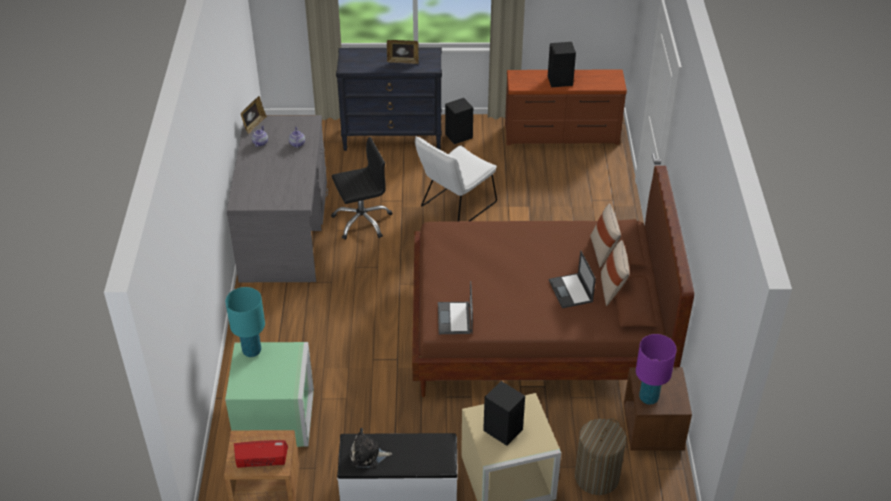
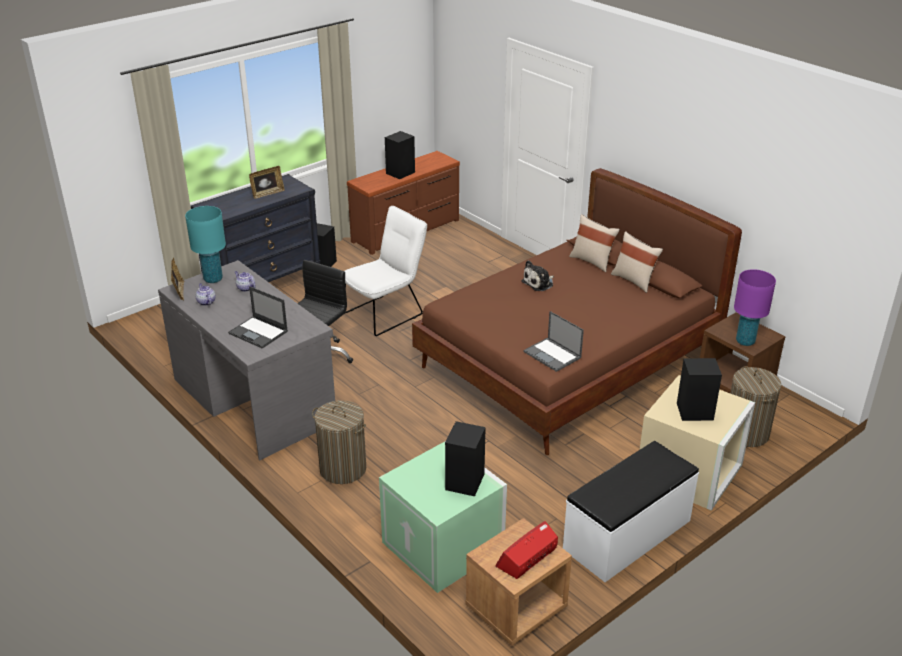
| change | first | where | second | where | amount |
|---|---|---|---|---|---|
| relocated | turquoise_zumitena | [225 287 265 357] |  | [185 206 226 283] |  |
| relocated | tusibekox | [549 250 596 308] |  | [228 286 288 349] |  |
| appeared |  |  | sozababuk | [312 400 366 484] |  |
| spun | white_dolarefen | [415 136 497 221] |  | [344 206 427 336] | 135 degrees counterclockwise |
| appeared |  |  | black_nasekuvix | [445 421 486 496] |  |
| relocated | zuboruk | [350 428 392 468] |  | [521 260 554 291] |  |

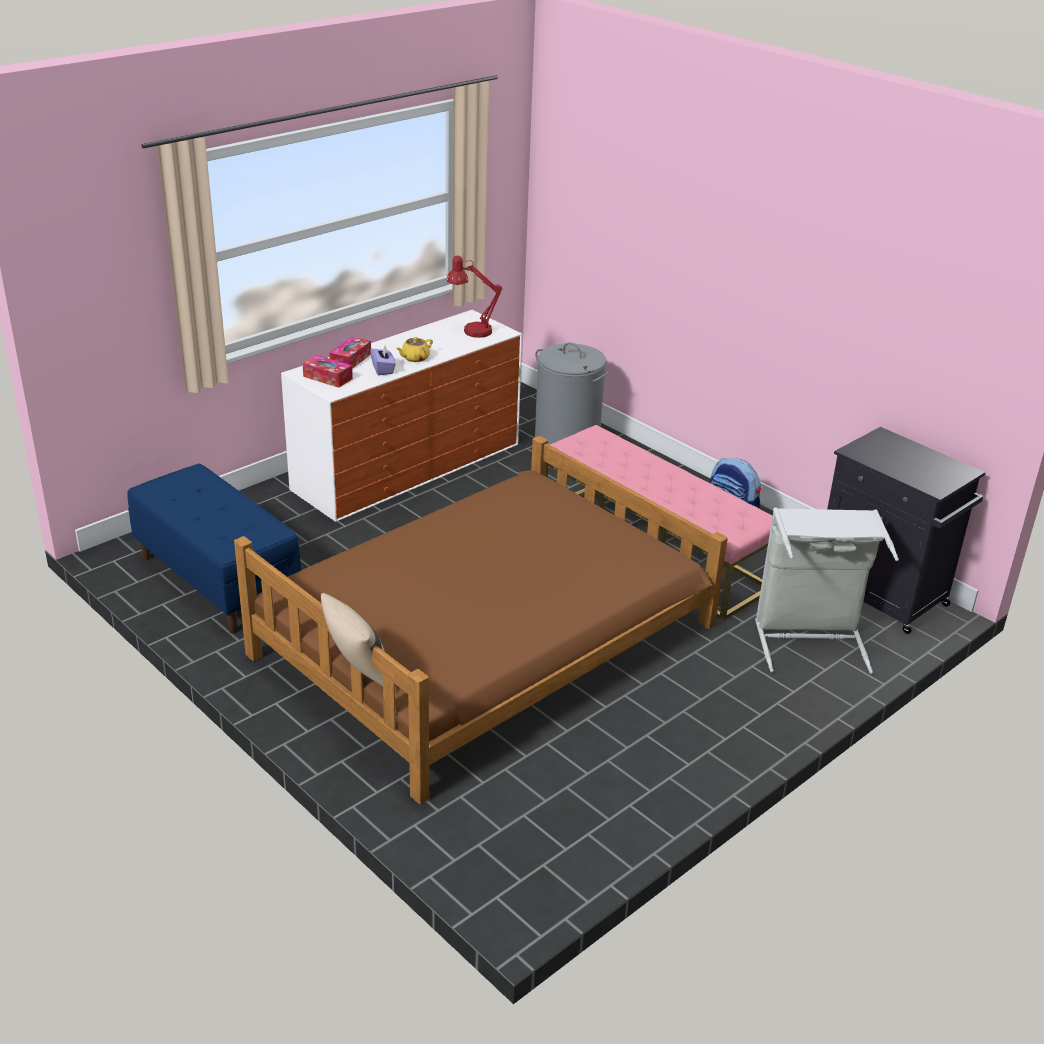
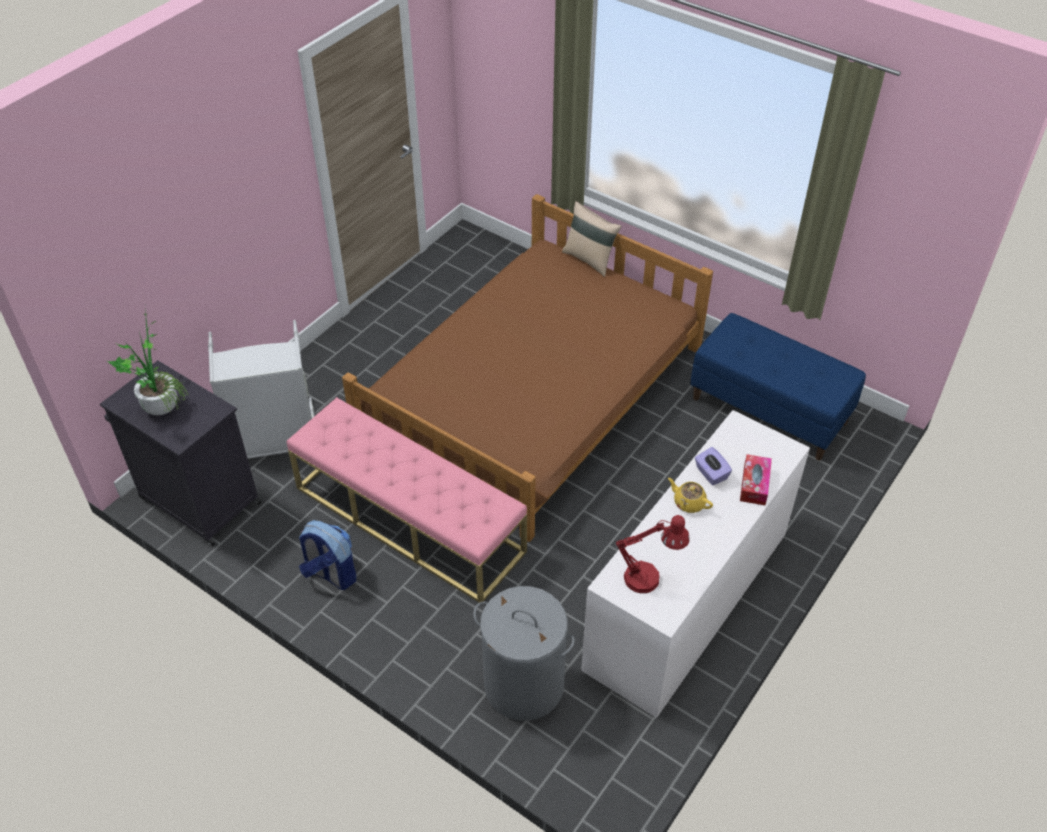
| change | first | where | second | where | amount |
|---|---|---|---|---|---|
| appeared |  |  | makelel | [107 309 189 415] |  |
| spun | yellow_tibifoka | [396 337 433 362] |  | [668 478 713 513] | 90 degrees counterclockwise |
| missing | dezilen | [302 355 353 388] |  |  |  |

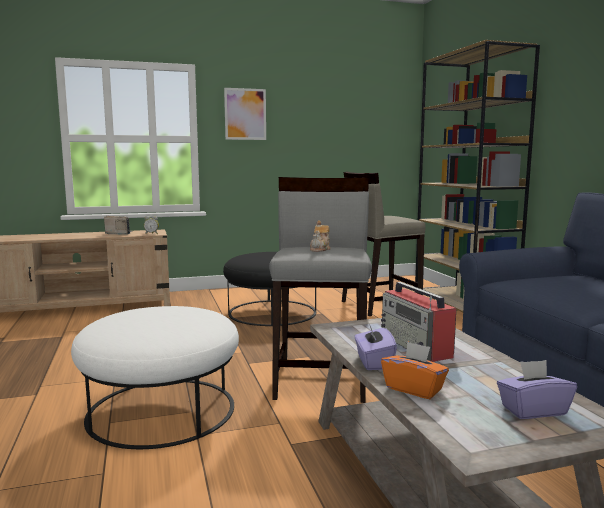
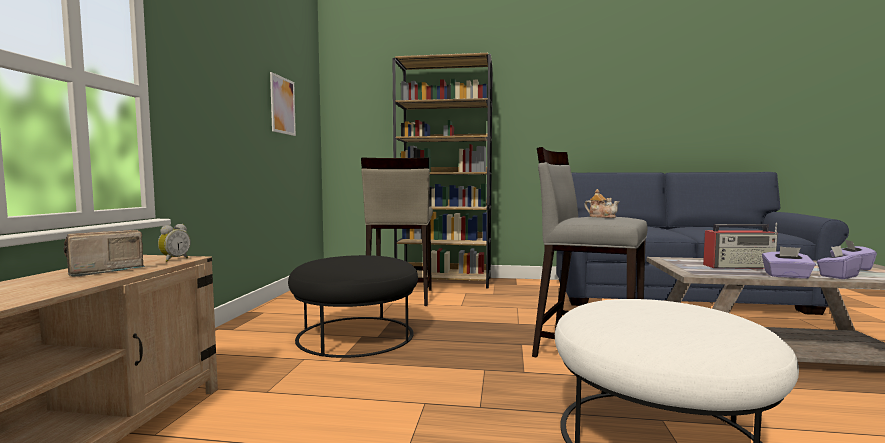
| change | first | where | second | where | amount |
|---|---|---|---|---|---|
| relocated | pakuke | [224 88 266 140] |  | [270 72 296 136] |  |
| colour | orange_dezilen | [381 341 449 399] | purple_dezilen | [817 246 863 279] |  |

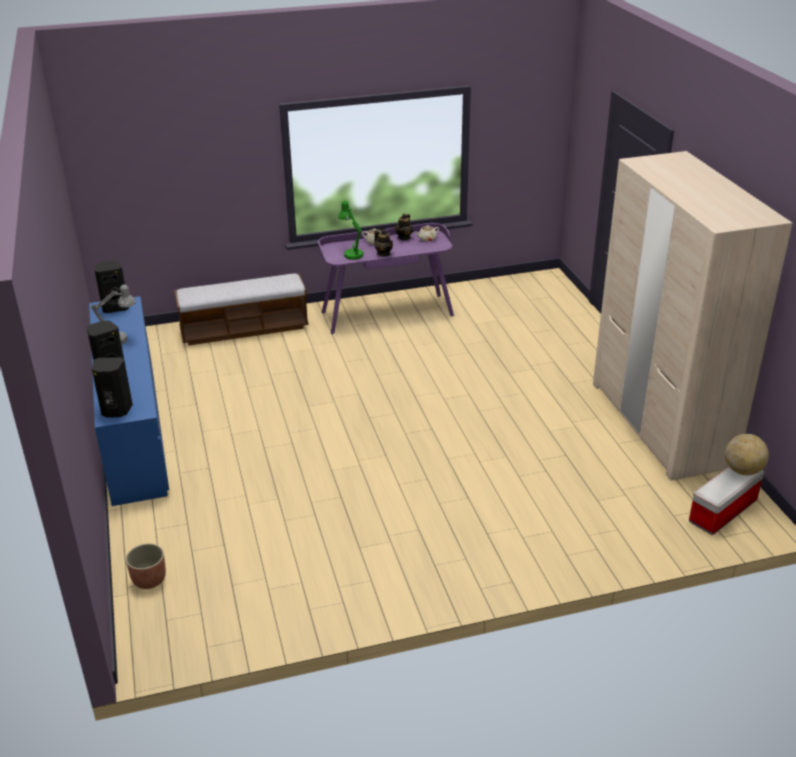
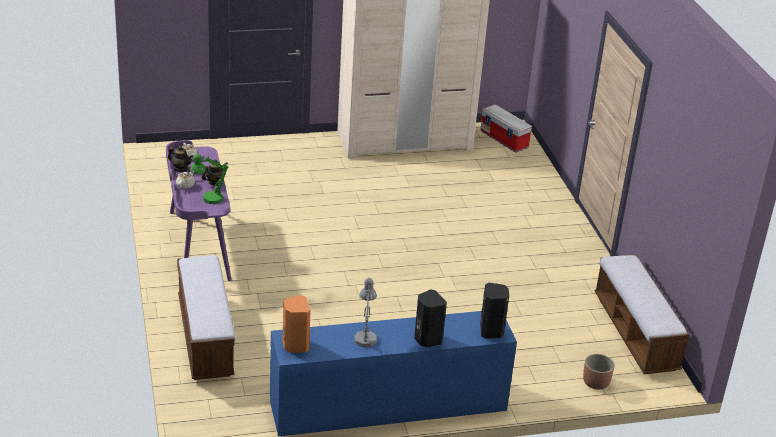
| change | first | where | second | where | amount |
|---|---|---|---|---|---|
| colour | black_nasekuvix | [95 260 129 313] | orange_nasekuvix | [283 295 311 353] |  |
| appeared |  |  | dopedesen | [595 255 690 374] |  |
| missing | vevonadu | [725 434 769 475] |  |  |  |

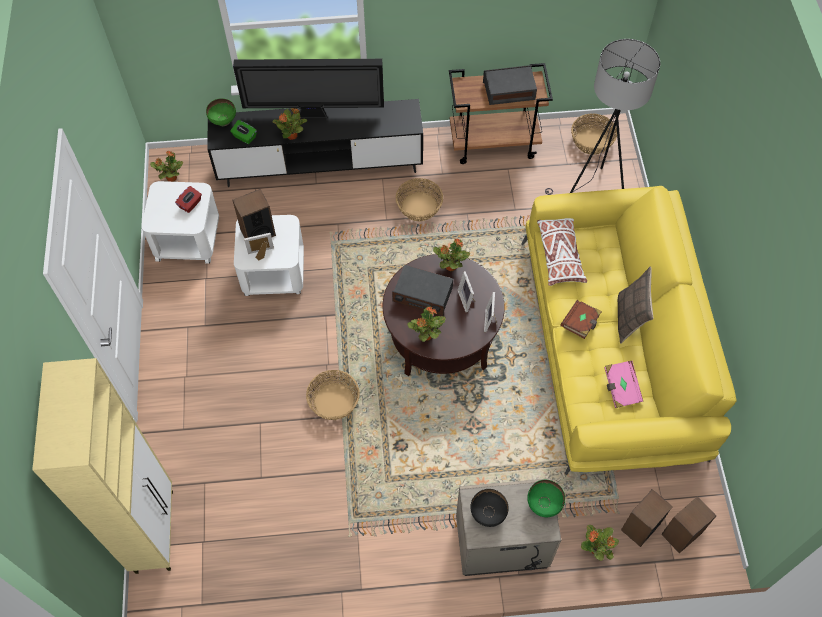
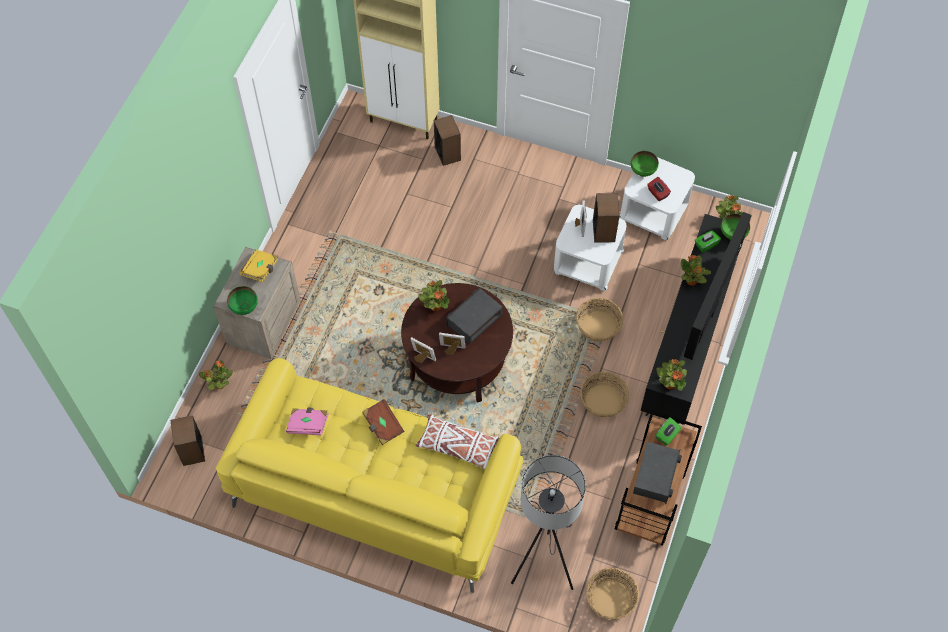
| change | first | where | second | where | amount |
|---|---|---|---|---|---|
| exchanged | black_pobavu | [470 489 509 527] | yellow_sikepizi | [240 250 278 282] |  |
| relocated | nasekuvix | [621 489 673 547] |  | [434 115 461 166] |  |
| relocated | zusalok | [306 370 360 420] |  | [576 298 623 342] |  |
| appeared |  |  | green_pobavu | [631 151 659 177] |  |
| appeared |  |  | green_dezilen | [656 417 681 446] |  |
| relocated | makelel | [433 238 470 271] |  | [657 359 687 391] |  |
| missing | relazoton | [618 267 653 344] |  |  |  |

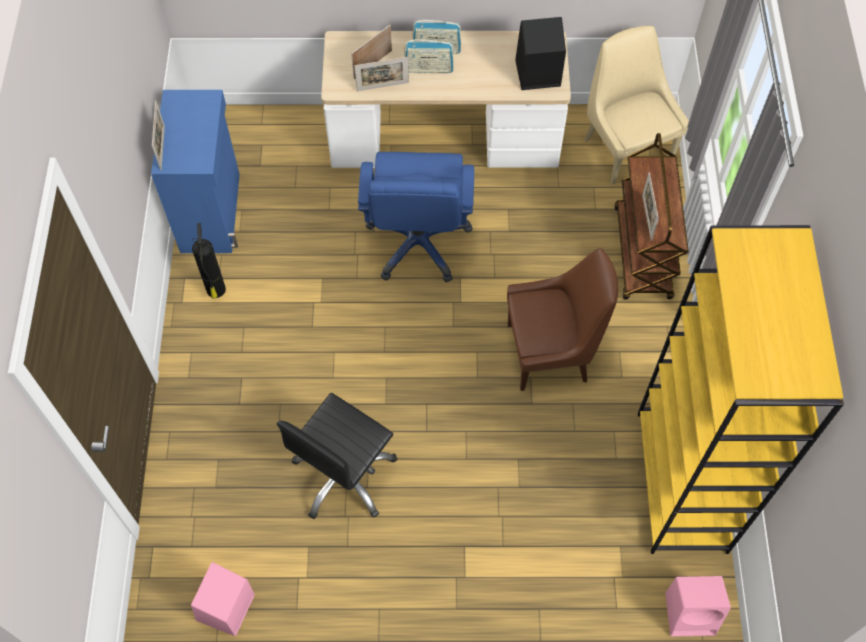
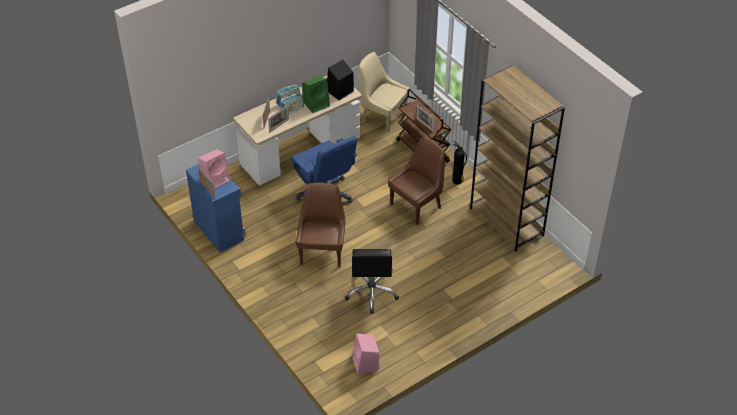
| change | first | where | second | where | amount |
|---|---|---|---|---|---|
| relocated | pink_nasekuvix | [665 576 731 637] |  | [198 149 230 188] |  |
| appeared |  |  | brown_dolarefen | [296 182 345 267] |  |
| appeared |  |  | green_nasekuvix | [302 76 330 113] |  |
| relocated | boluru | [192 223 226 299] |  | [452 141 467 185] |  |
| colour | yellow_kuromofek | [638 225 844 554] | brown_kuromofek | [470 65 565 252] |  |

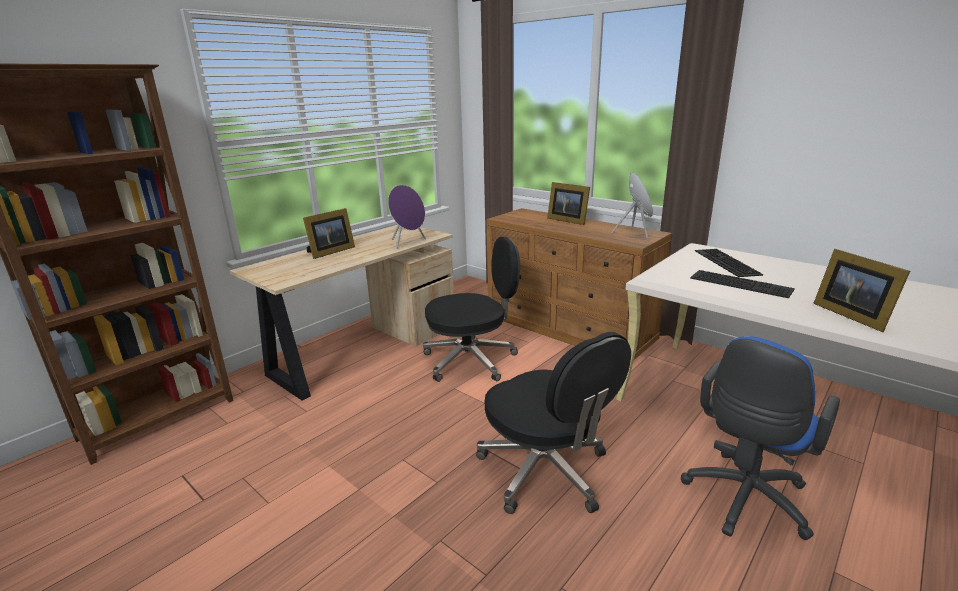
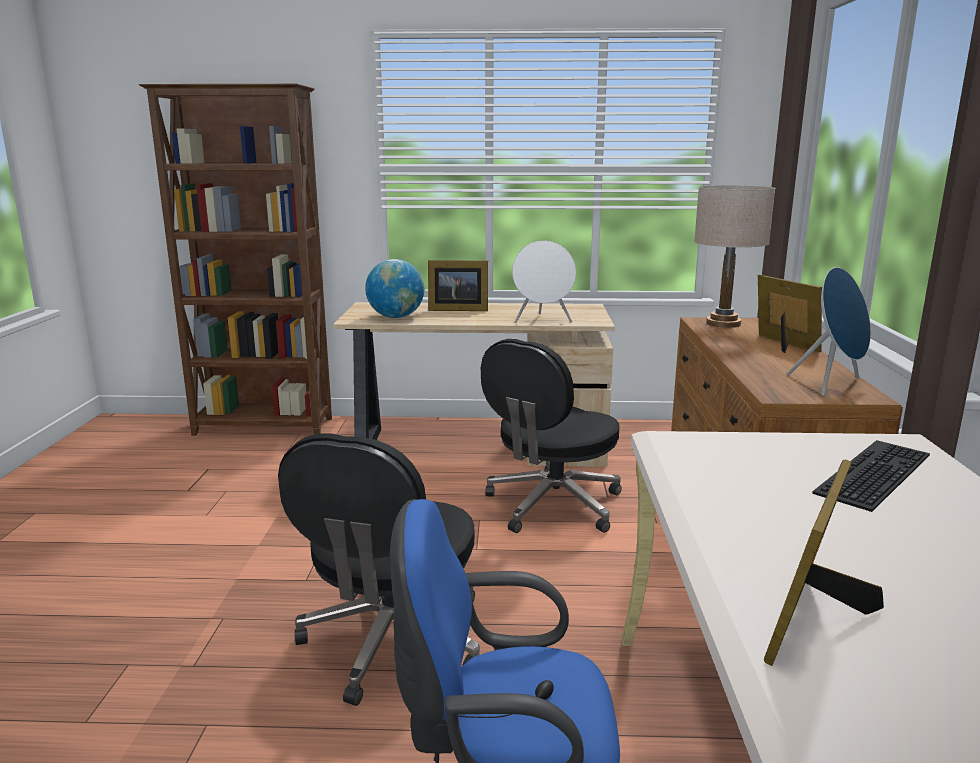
| change | first | where | second | where | amount |
|---|---|---|---|---|---|
| appeared |  |  | vevonadu | [365 259 424 318] |  |
| spun | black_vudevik | [423 237 520 382] |  | [481 339 622 533] | 90 degrees clockwise |
| colour | purple_nasekuvix | [388 185 426 249] | white_nasekuvix | [512 240 576 323] |  |
| appeared |  |  | beige_zumitena | [694 185 776 328] |  |
| spun | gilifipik | [547 182 590 225] |  | [758 275 822 353] | 150 degrees clockwise |
| missing | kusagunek | [690 270 795 298] |  |  |  |

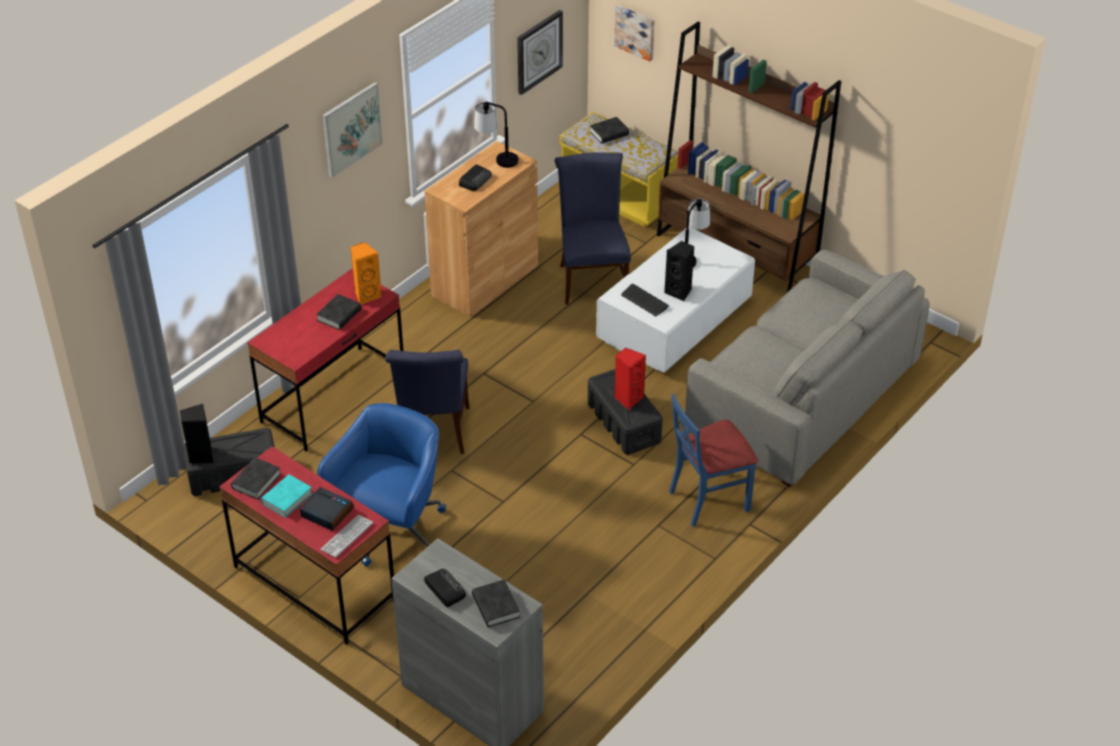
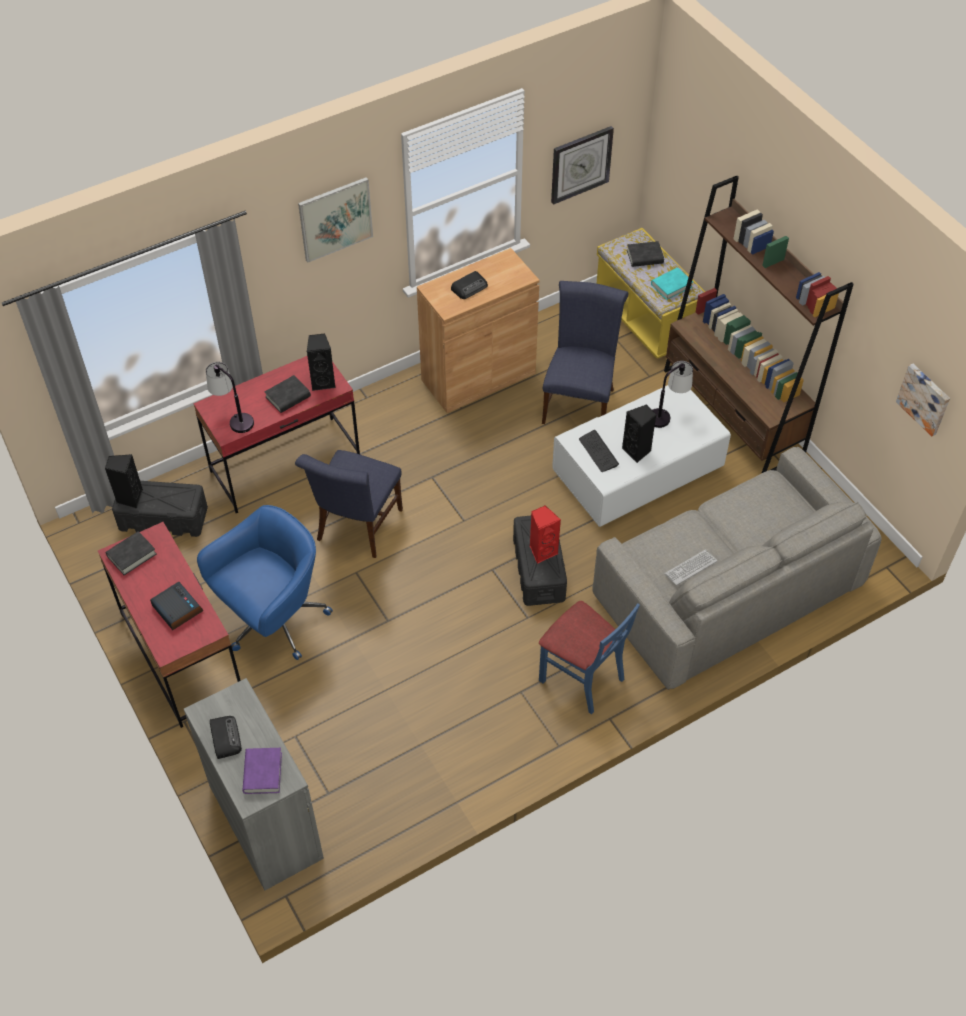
| change | first | where | second | where | amount |
|---|---|---|---|---|---|
| relocated | zumitena | [474 102 519 168] |  | [206 362 254 433] |  |
| colour | black_sikepizi | [472 579 520 627] | purple_sikepizi | [243 748 282 794] |  |
| colour | orange_nasekuvix | [350 242 382 304] | black_nasekuvix | [307 333 336 391] |  |
| spun | blue_dolarefen | [669 394 758 527] |  | [539 601 640 714] | 135 degrees counterclockwise |
| relocated | turquoise_sikepizi | [261 474 313 518] |  | [651 268 693 300] |  |
| relocated | kusagunek | [320 515 373 558] |  | [664 550 717 586] |  |
| relocated | pakuke | [614 5 655 61] |  | [896 364 950 436] |  |

